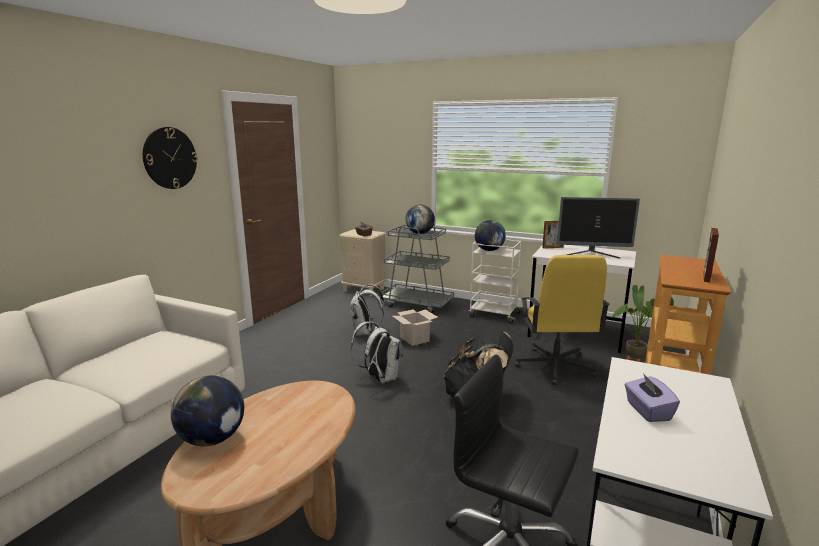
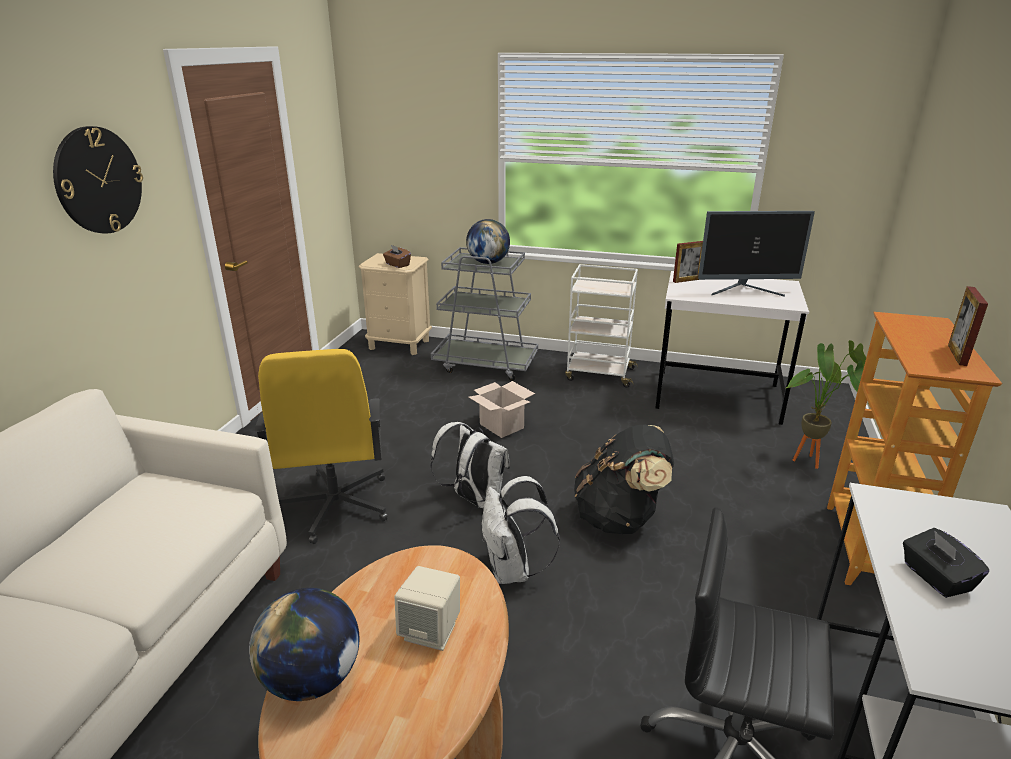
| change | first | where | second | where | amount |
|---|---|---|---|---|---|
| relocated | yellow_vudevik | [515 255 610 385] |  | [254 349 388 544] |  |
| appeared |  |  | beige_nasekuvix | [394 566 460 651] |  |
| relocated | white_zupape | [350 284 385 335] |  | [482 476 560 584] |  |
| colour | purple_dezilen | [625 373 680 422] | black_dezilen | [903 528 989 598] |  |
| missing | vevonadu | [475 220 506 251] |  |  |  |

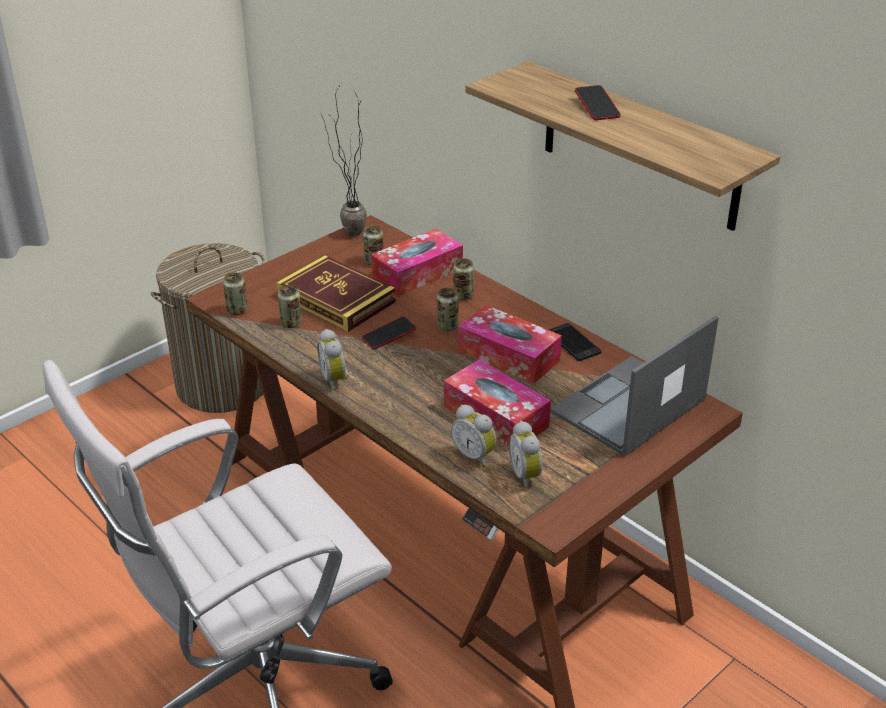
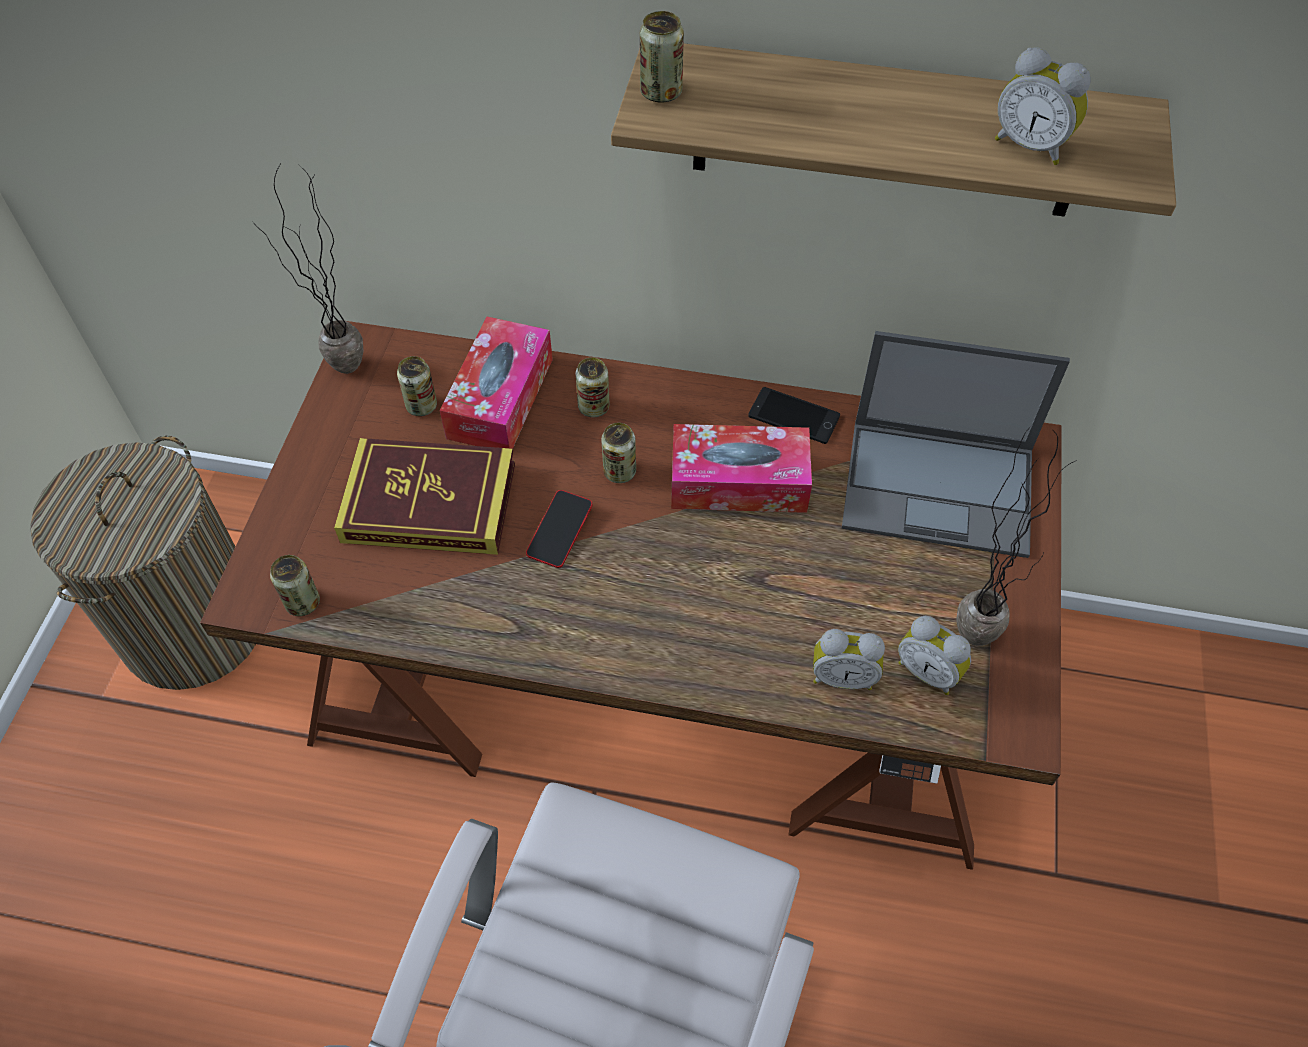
| change | first | where | second | where | amount |
|---|---|---|---|---|---|
| relocated | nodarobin | [278 285 302 328] |  | [640 11 684 103] |  |
| spun | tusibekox | [550 316 719 456] |  | [842 331 1070 558] | 90 degrees counterclockwise |
| appeared |  |  | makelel | [956 426 1077 646] |  |
| relocated | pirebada | [317 329 347 391] |  | [995 47 1091 165] |  |
| missing | dezilen | [444 360 551 447] |  |  |  |
| missing | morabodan | [575 85 621 120] |  |  |  |

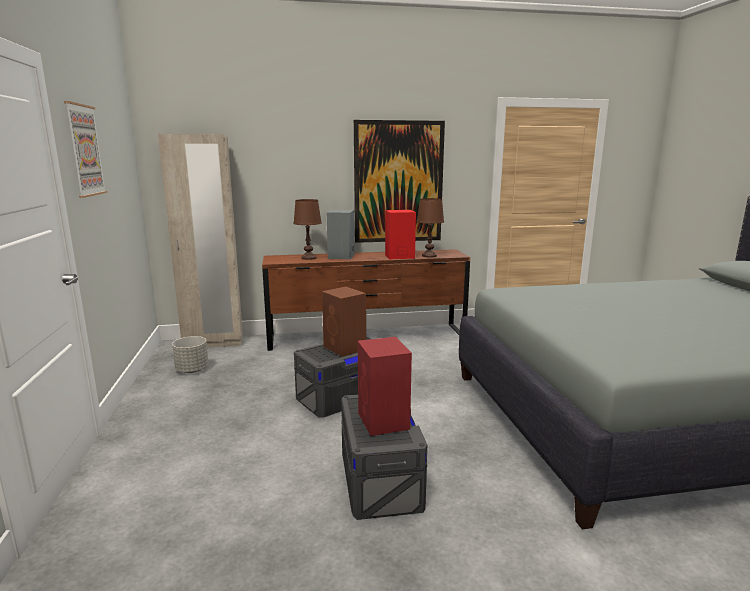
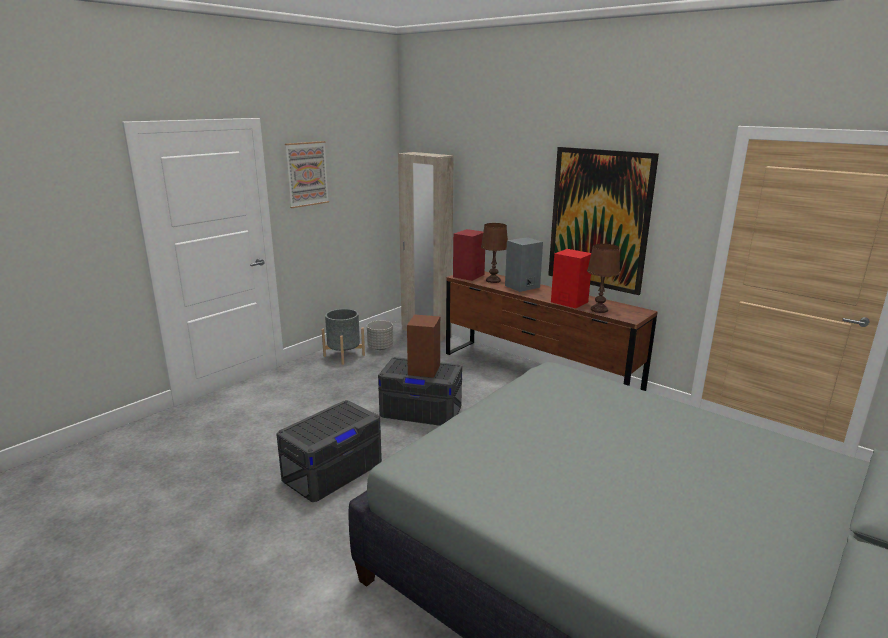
| change | first | where | second | where | amount |
|---|---|---|---|---|---|
| appeared |  |  | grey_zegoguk | [321 309 365 365] |  |
| relocated | red_nasekuvix | [358 337 412 436] |  | [453 229 485 281] |  |

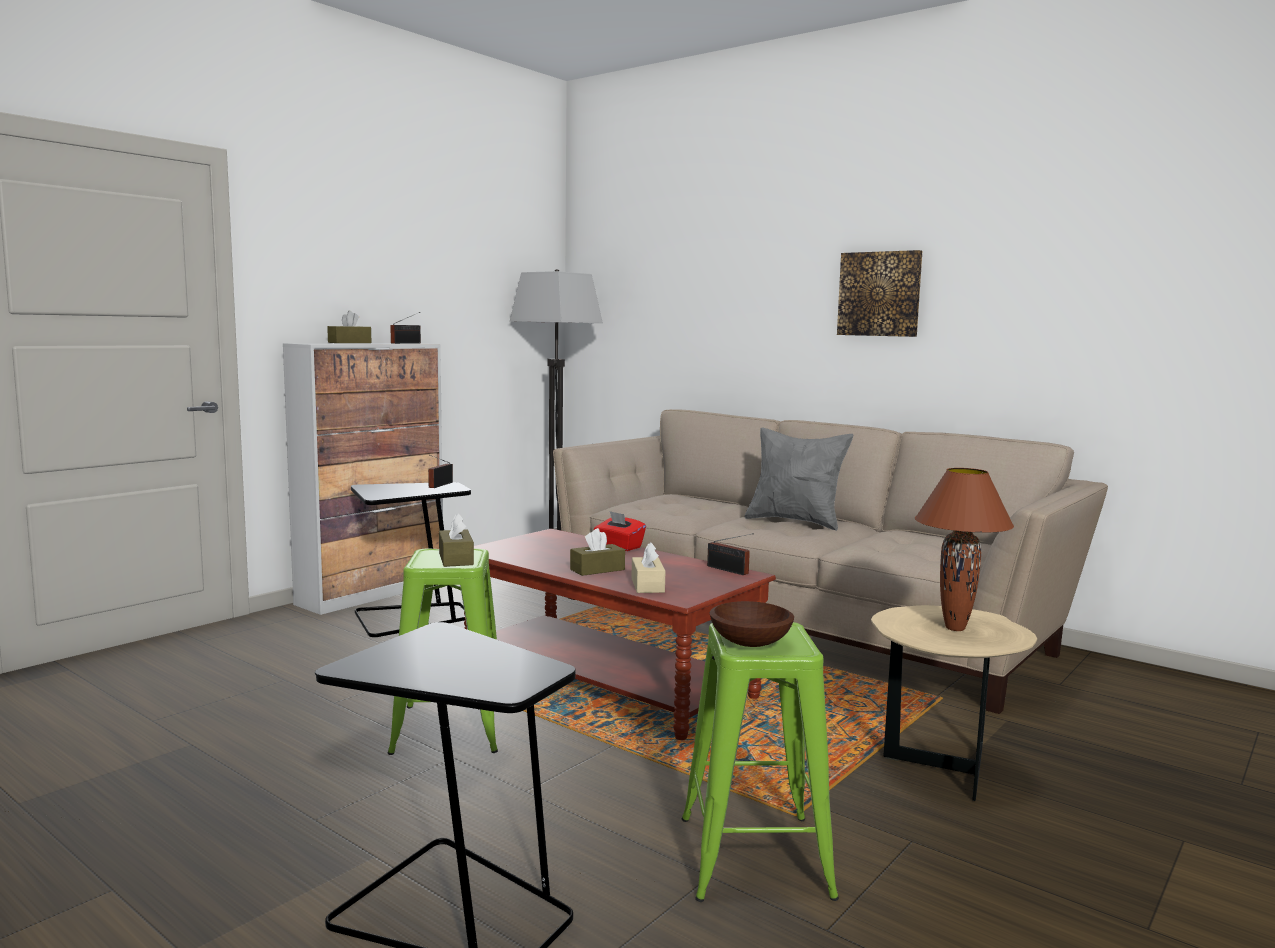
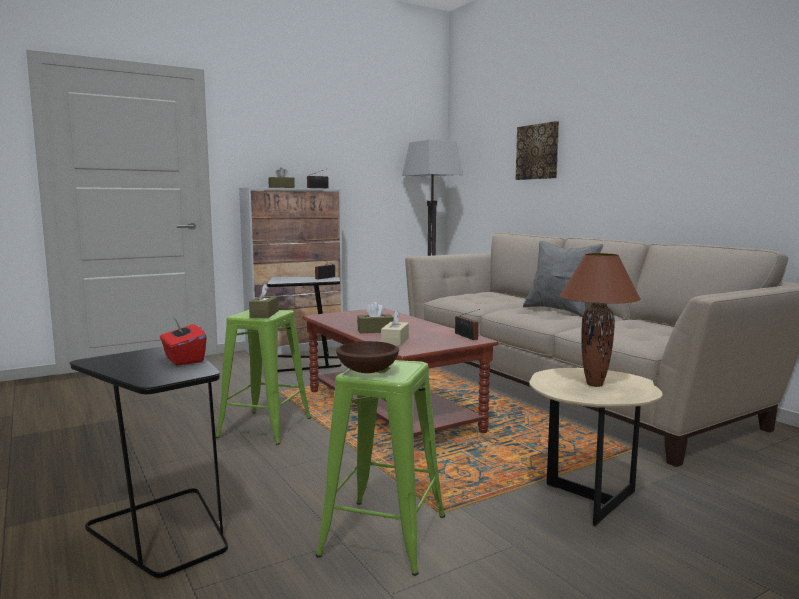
| change | first | where | second | where | amount |
|---|---|---|---|---|---|
| relocated | red_dezilen | [594 511 646 551] |  | [160 316 207 366] |  |
| relocated | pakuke | [837 250 922 337] |  | [516 121 559 180] |  |

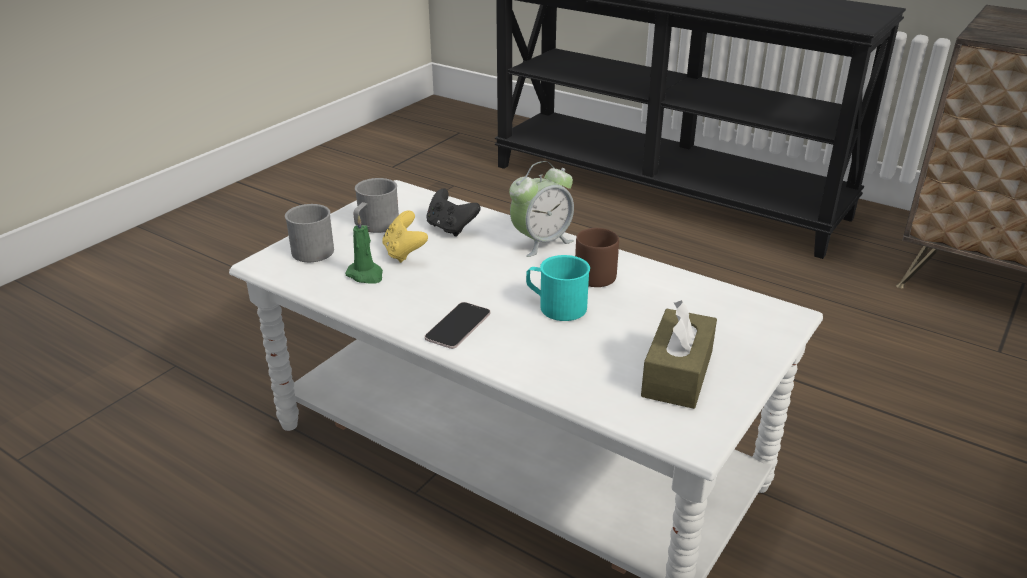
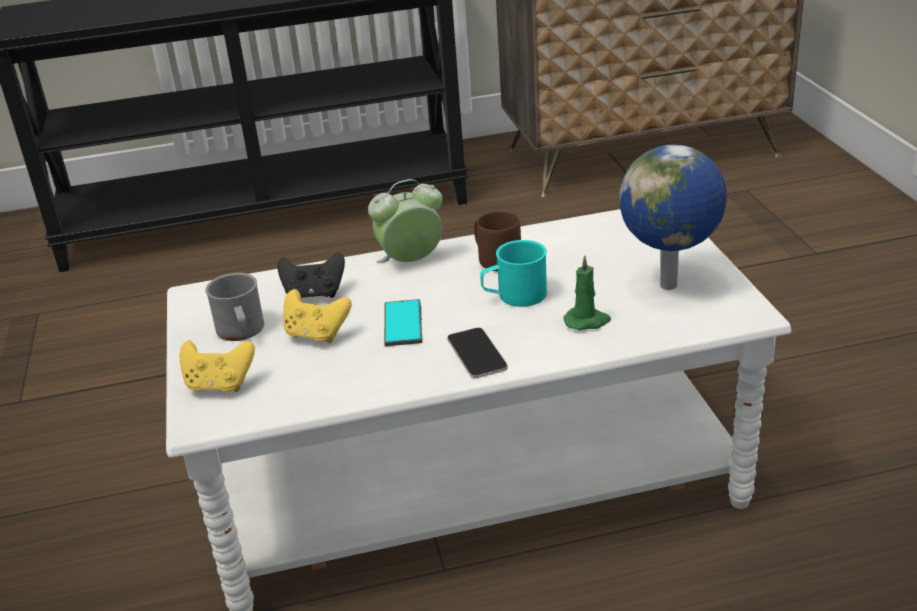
| change | first | where | second | where | amount |
|---|---|---|---|---|---|
| exchanged | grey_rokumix | [285 204 334 262] | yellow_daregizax | [180 340 255 392] |  |
| spun | pirebada | [509 161 574 257] |  | [368 179 442 263] | 120 degrees counterclockwise |
| appeared |  |  | morabodan | [384 299 422 346] |  |
| relocated | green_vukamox | [345 214 383 284] |  | [563 255 611 330] |  |
| exchanged | brown_dezilen | [641 300 717 409] | vevonadu | [619 145 727 290] |  |

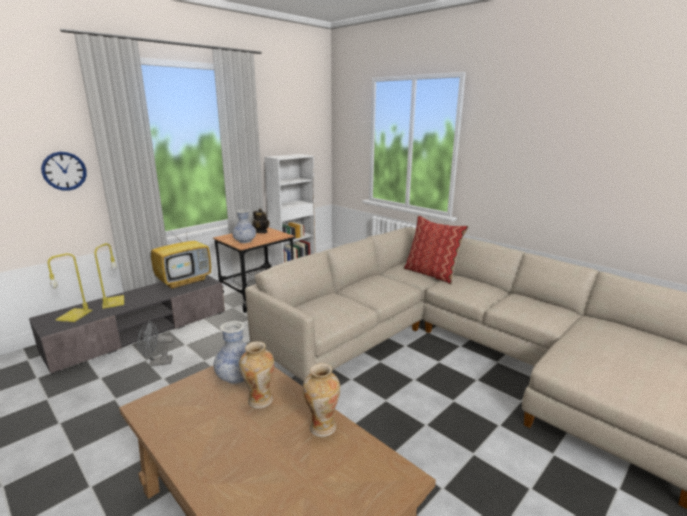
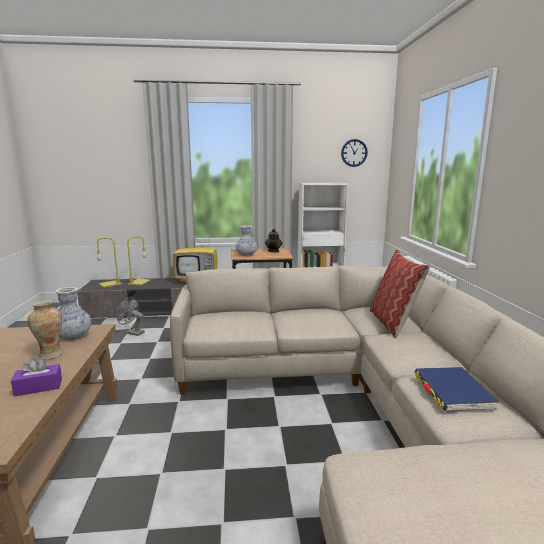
| change | first | where | second | where | amount |
|---|---|---|---|---|---|
| exchanged | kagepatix | [303 363 340 437] | purple_dezilen | [11 357 62 397] |  |
| relocated | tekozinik | [41 152 87 191] |  | [341 139 368 167] |  |
| appeared |  |  | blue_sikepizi | [415 367 499 411] |  |

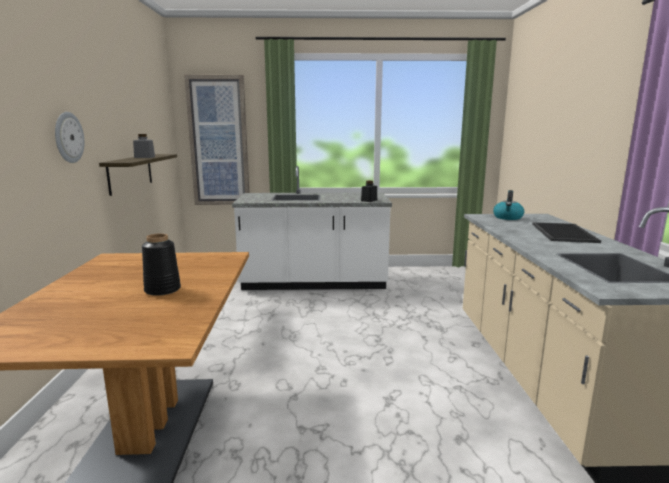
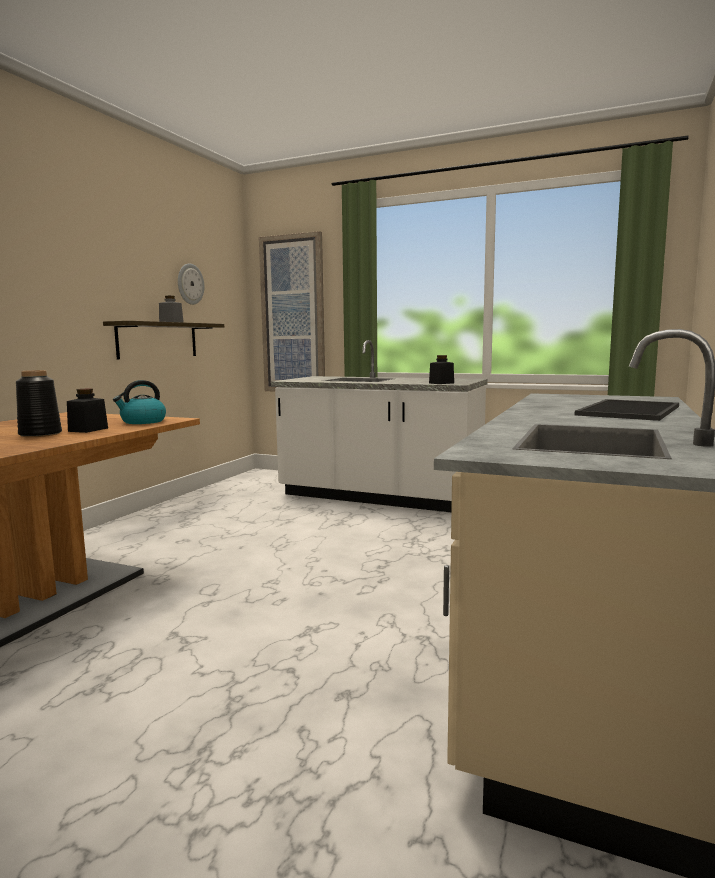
| change | first | where | second | where | amount |
|---|---|---|---|---|---|
| appeared |  |  | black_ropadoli | [67 389 108 433] |  |
| relocated | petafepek | [493 190 524 220] |  | [113 380 166 424] |  |
| relocated | tekozinik | [55 112 84 163] |  | [178 263 204 305] |  |

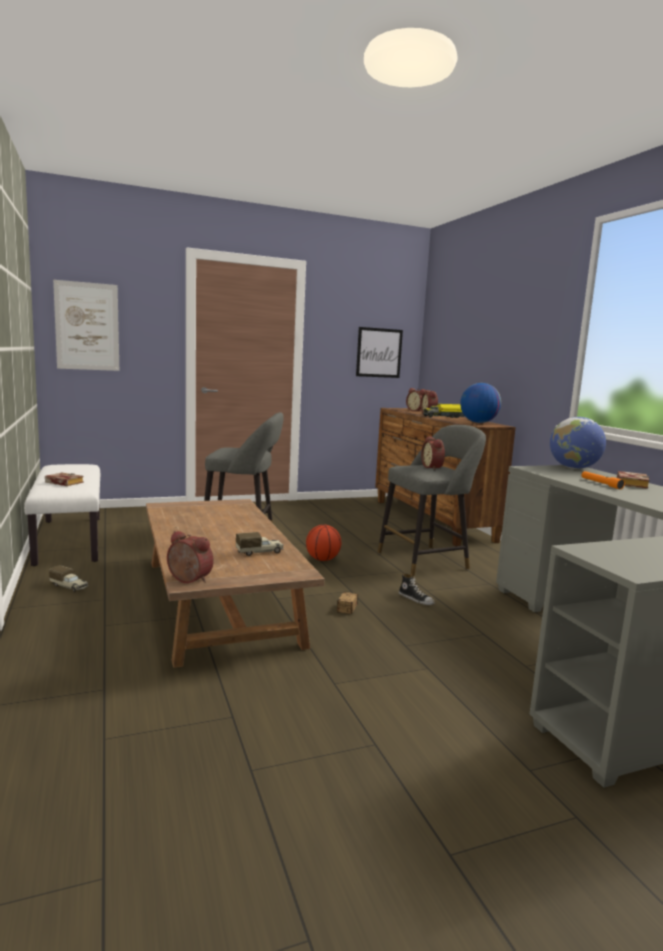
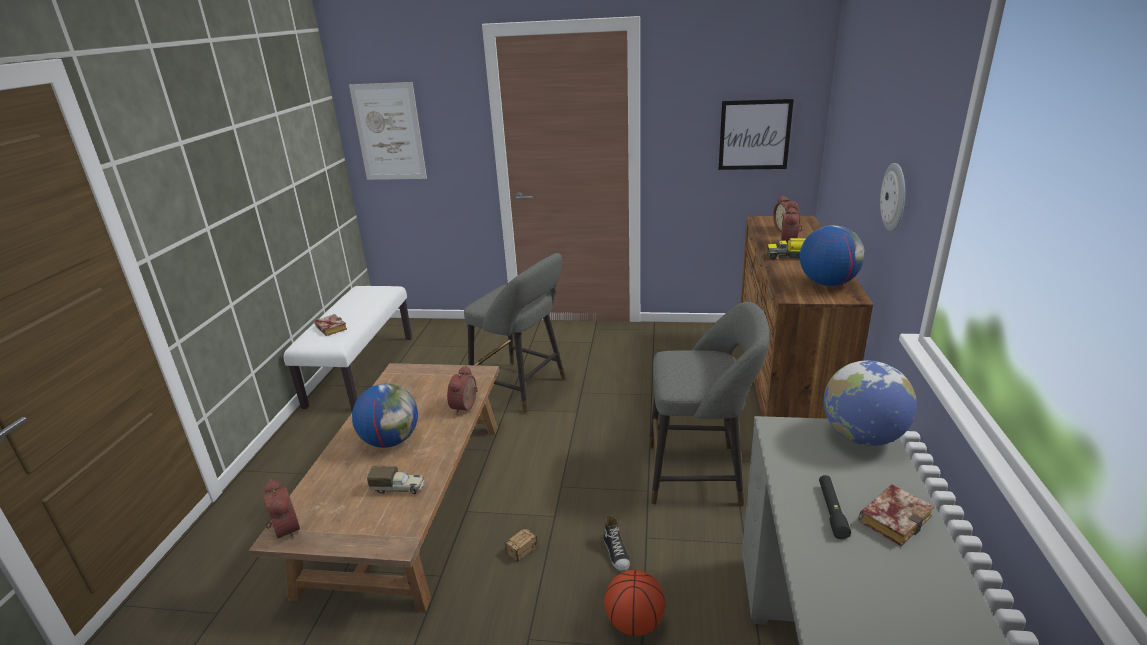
| change | first | where | second | where | amount |
|---|---|---|---|---|---|
| appeared |  |  | vevonadu | [352 384 418 448] |  |
| relocated | pirebada | [421 436 445 470] |  | [447 366 478 415] |  |
| relocated | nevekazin | [306 525 341 561] |  | [604 570 666 636] |  |
| colour | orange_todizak | [582 471 625 489] | black_todizak | [819 475 851 539] |  |
| appeared |  |  | tekozinik | [880 163 905 231] |  |
| missing | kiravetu | [49 565 88 592] |  |  |  |

